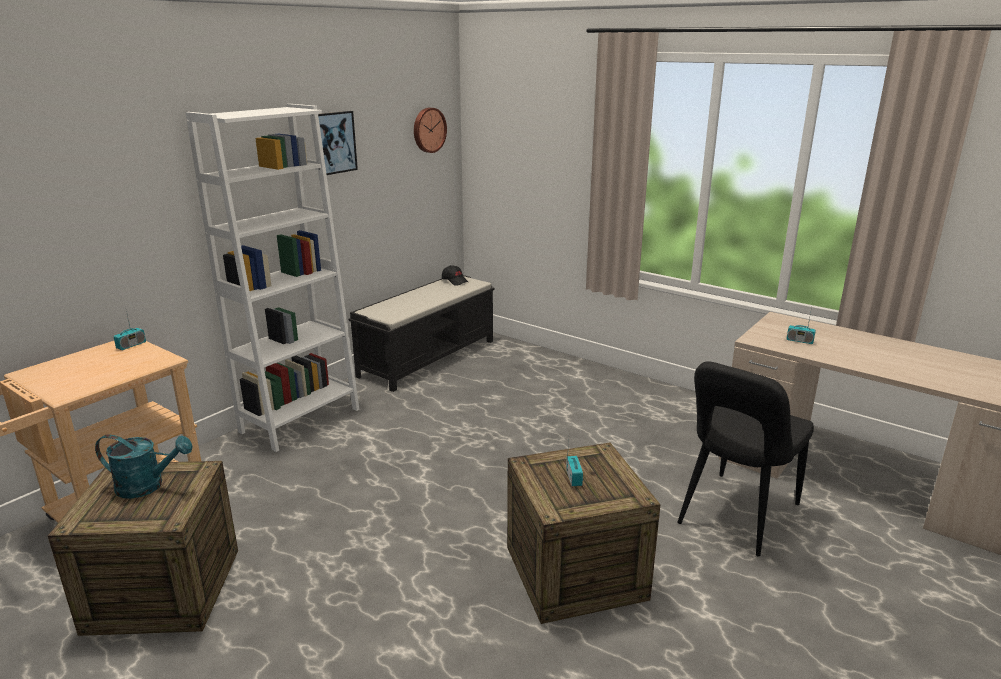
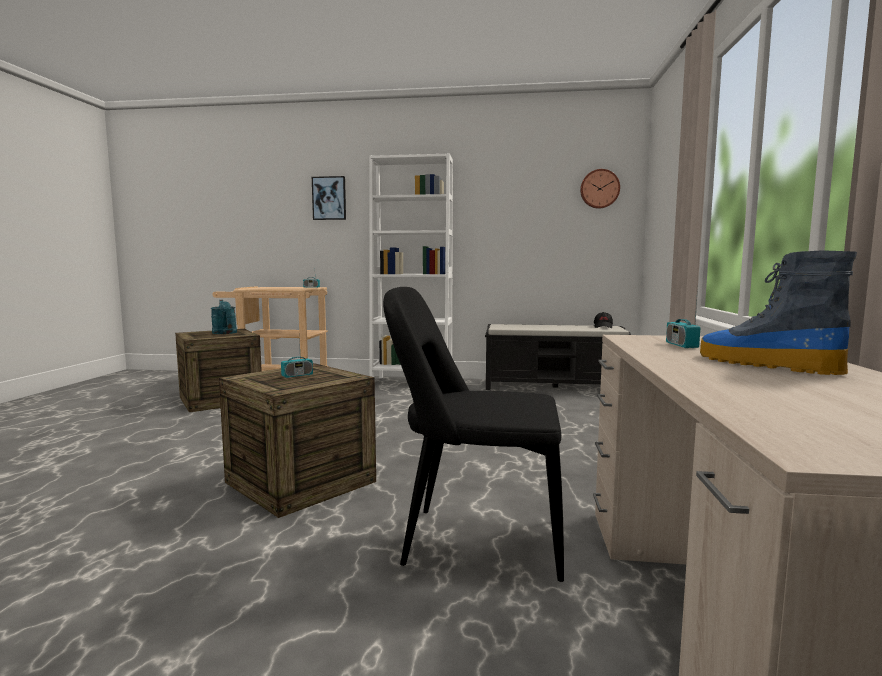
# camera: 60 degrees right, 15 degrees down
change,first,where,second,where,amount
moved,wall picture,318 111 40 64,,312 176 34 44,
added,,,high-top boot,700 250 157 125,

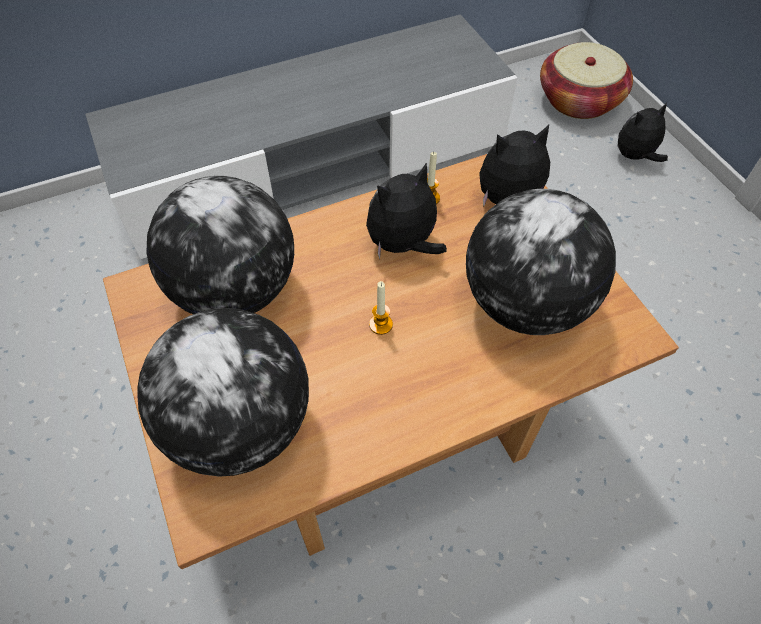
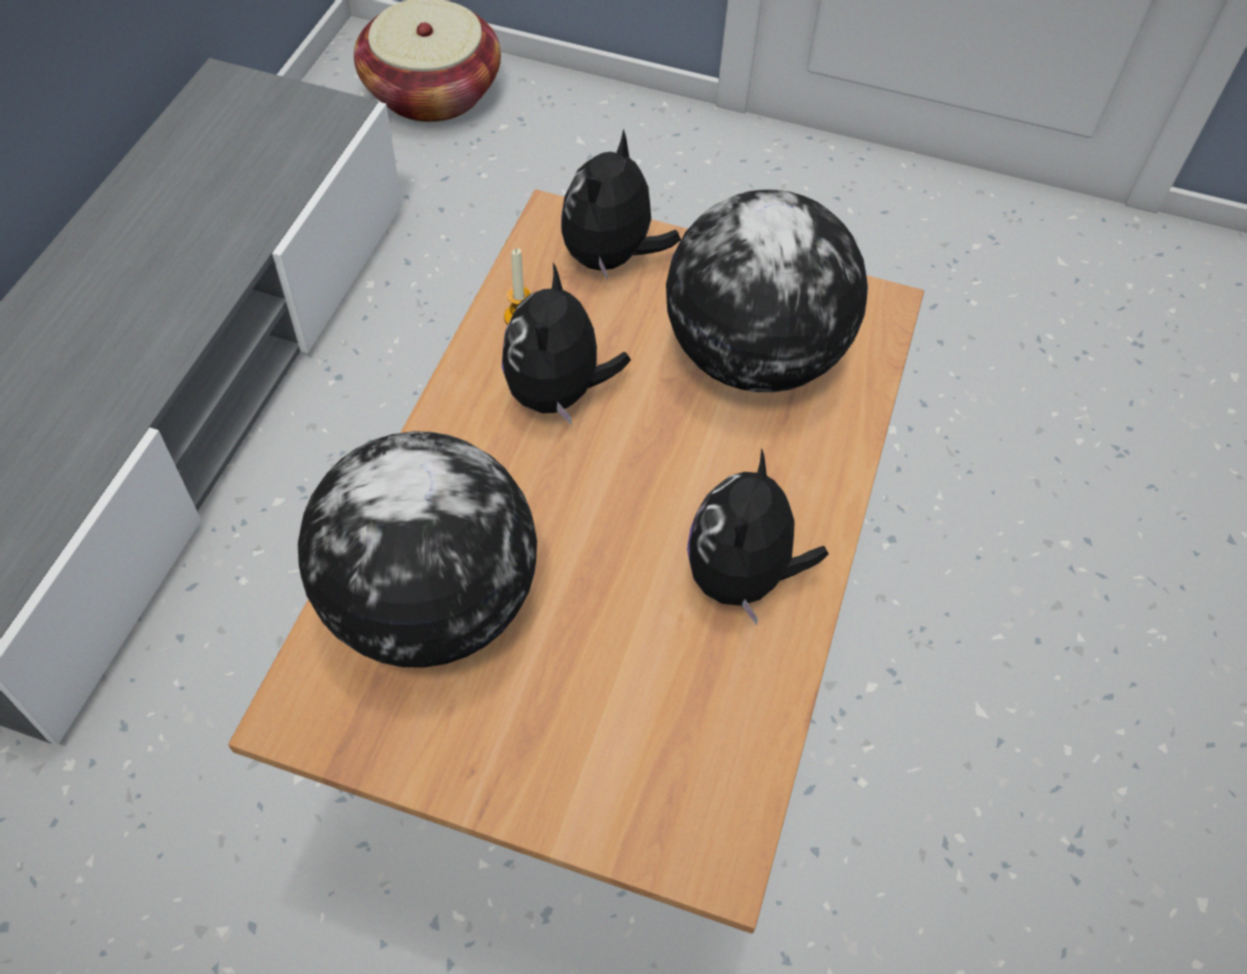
# camera: 50 degrees left, 0 degrees up
change,first,where,second,where,amount
moved,plush toy,618 102 50 60,,687 448 142 177,
removed,wax candle,369 281 24 54,,,
removed,globe,137 308 172 169,,,

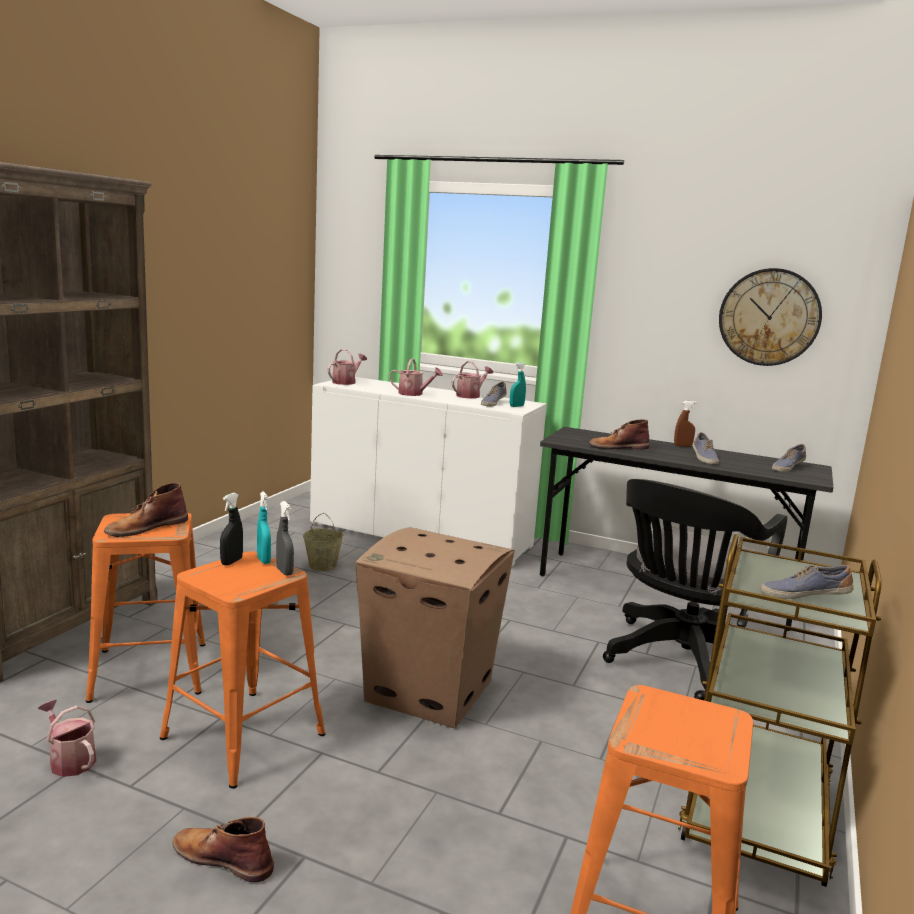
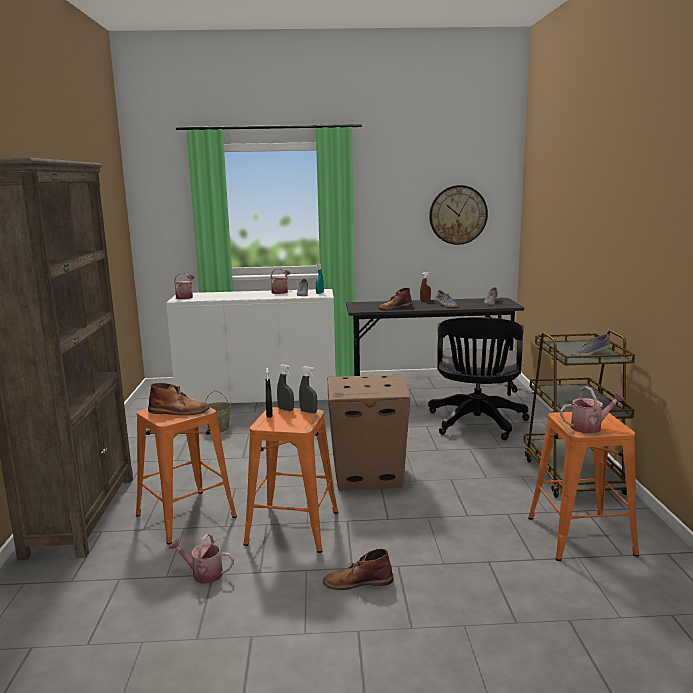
# camera: 25 degrees left, 0 degrees up
change,first,where,second,where,amount
moved,watering can,389 358 54 38,,560 386 65 48,
turned,brown-coloured high-top boot,104 483 84 54,,148 383 62 32,105 degrees counterclockwise
recoloured,turquoise hand sprayer,257 491 14 73,gray hand sprayer,277 364 17 47,

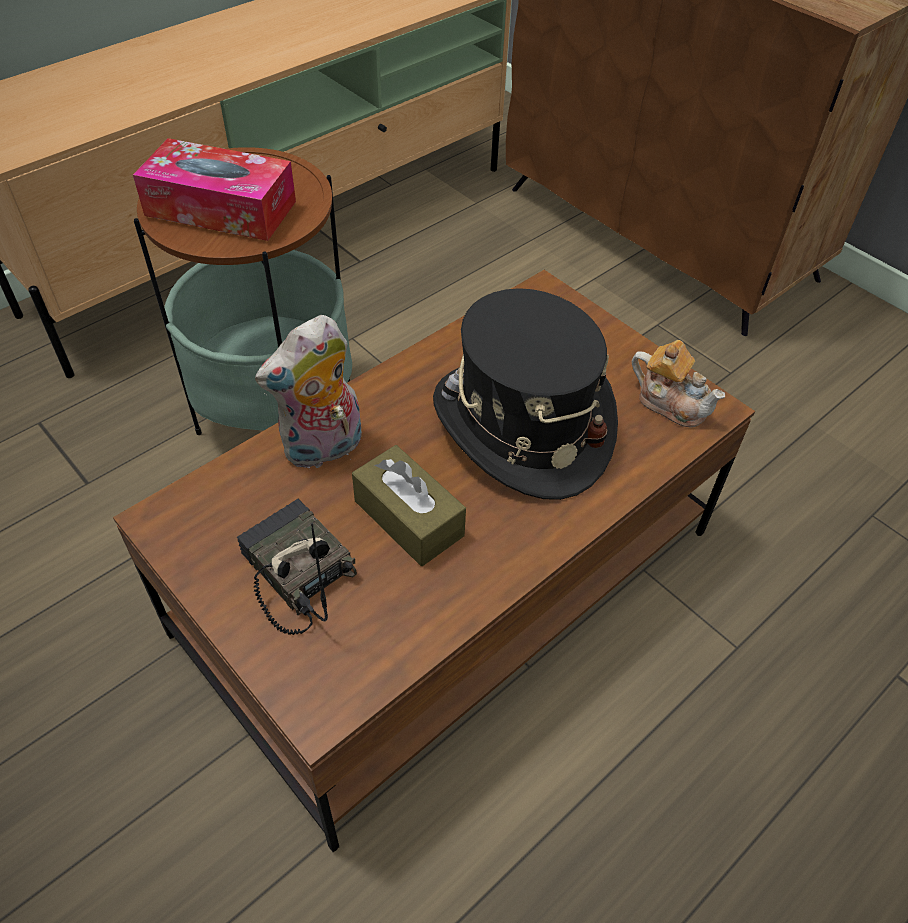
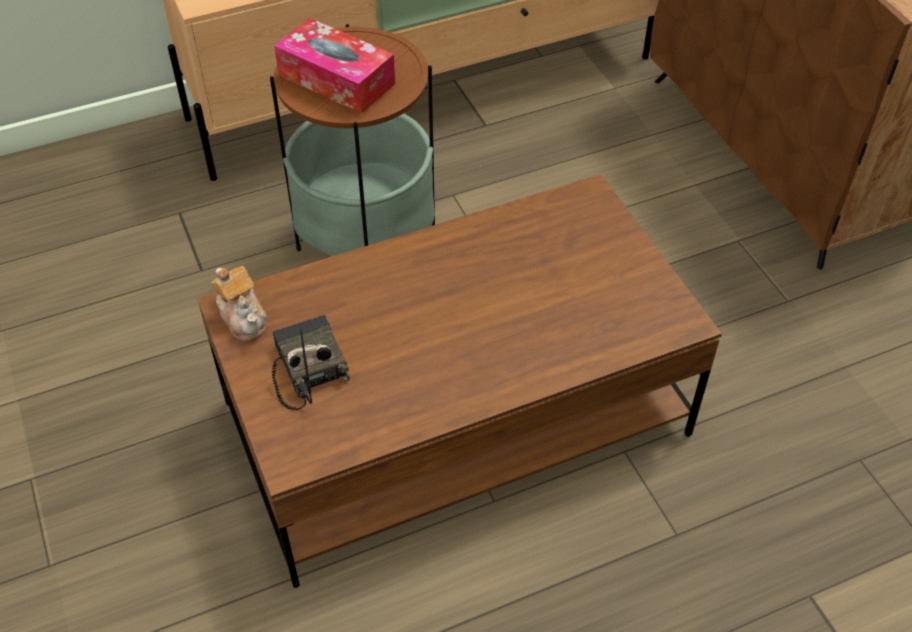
# camera: 20 degrees right, 0 degrees up
change,first,where,second,where,amount
removed,black wearable hat,433 288 185 212,,,
removed,plush toy,255 315 107 153,,,
moved,teapot,632 340 93 88,,211 266 56 75,
removed,brown-coloured tissue holder,352 445 114 121,,,

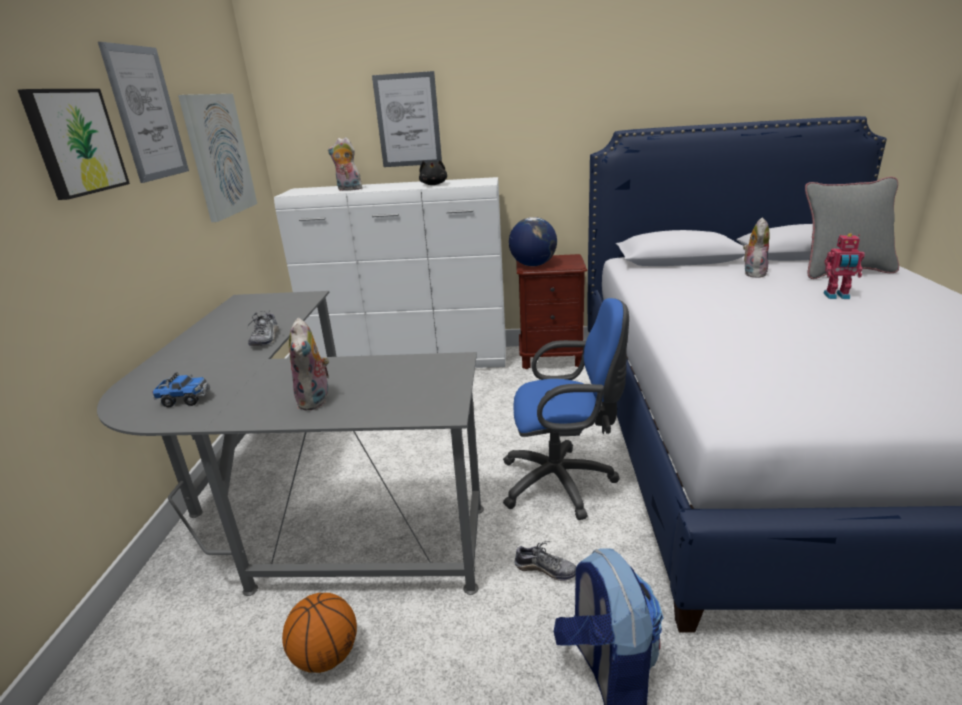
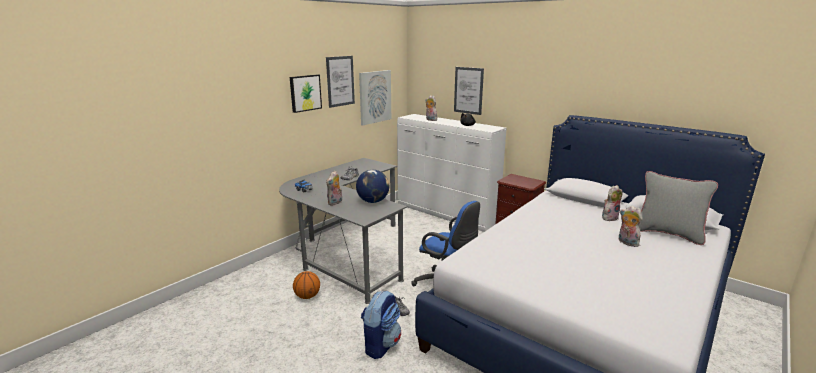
# camera: 35 degrees right, 5 degrees down
change,first,where,second,where,amount
moved,globe,509 217 48 49,,356 170 33 33,
replaced,robot figure,824 233 41 66,plush toy,619 206 23 41,

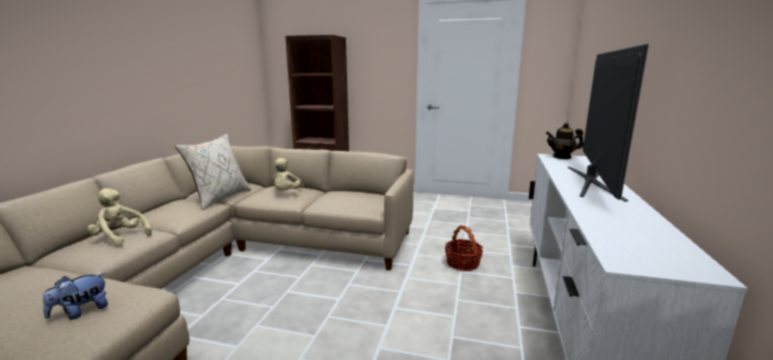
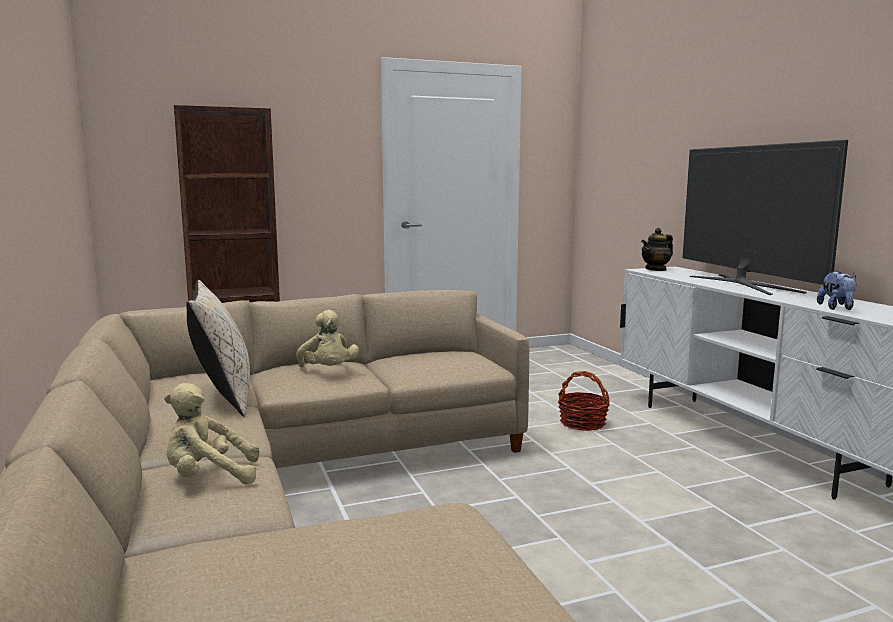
# camera: 35 degrees left, 5 degrees down
change,first,where,second,where,amount
moved,plush toy,43 273 65 47,,817 271 40 39,

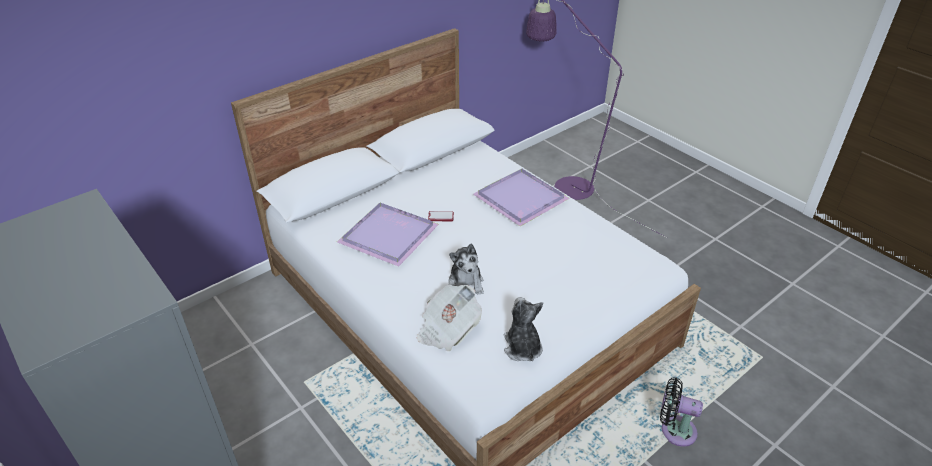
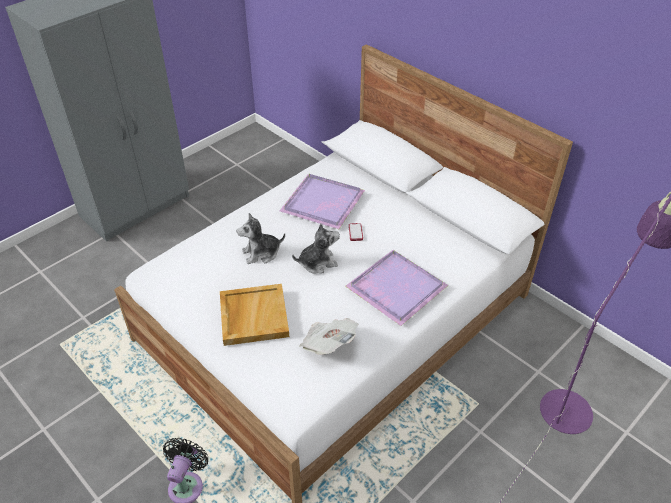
# camera: 85 degrees right, 5 degrees up
change,first,where,second,where,amount
moved,newspaper,417 285 65 66,,300 318 59 37,
moved,plush toy,504 297 39 64,,292 223 48 51,
added,,,beige-coloured serving tray,220 284 69 62,

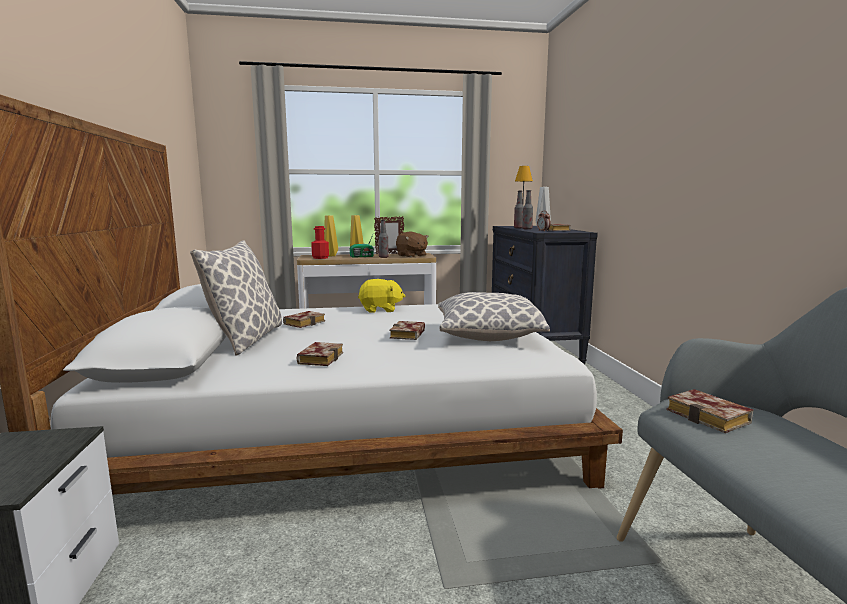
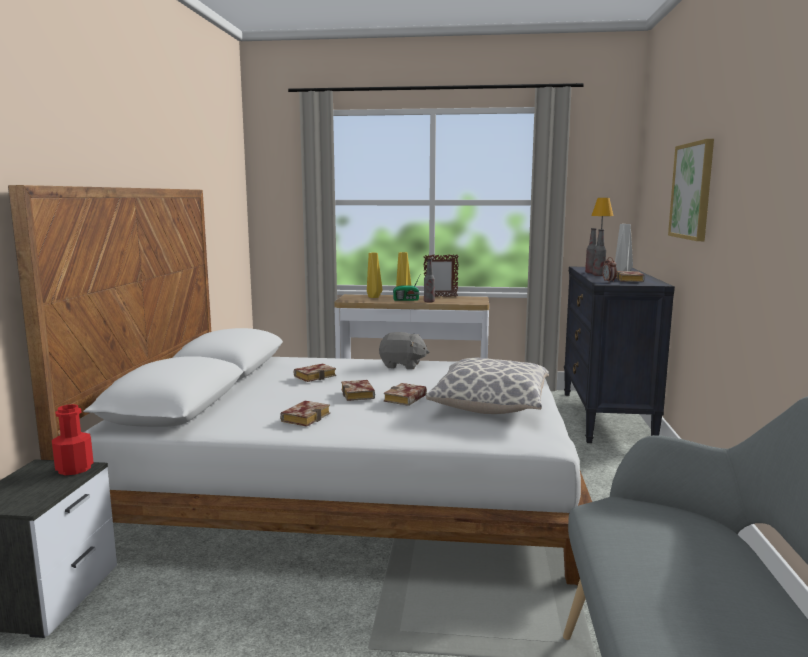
# camera: 15 degrees right, 0 degrees up
change,first,where,second,where,amount
moved,reddish bottle,311 226 18 33,,52 404 42 71,
removed,brown-coloured plush toy,396 232 33 25,,,
removed,throw pillow,190 241 92 115,,,
recoloured,yellow plush toy,358 279 47 34,gray plush toy,379 332 50 37,
moved,volume,666 389 87 44,,341 380 34 21,
added,,,wall picture,668 139 46 102,

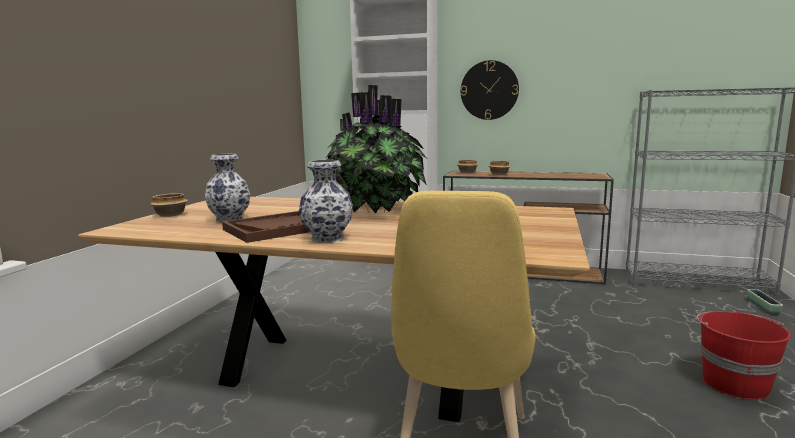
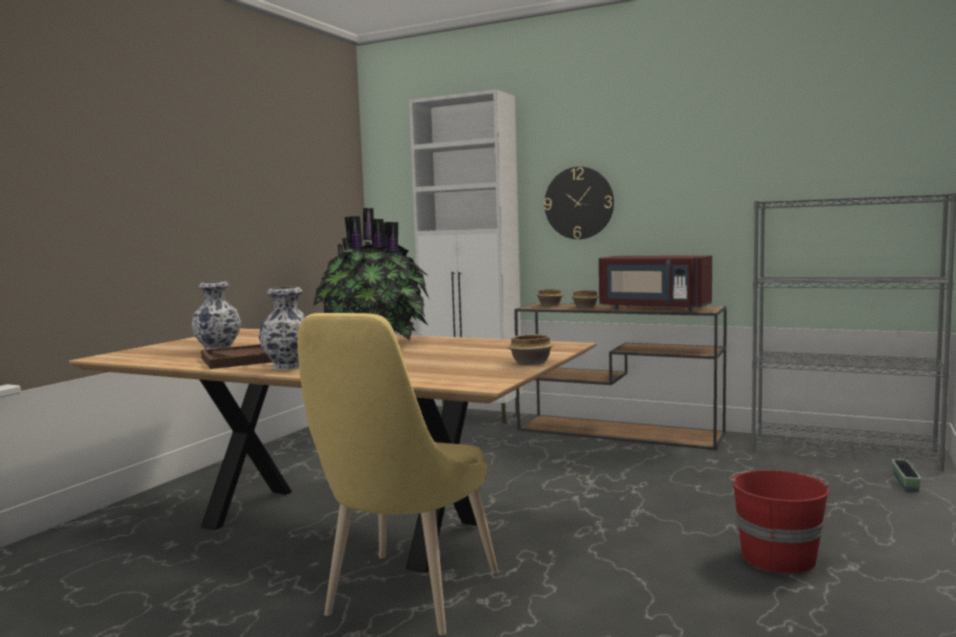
# camera: 10 degrees right, 5 degrees down
change,first,where,second,where,amount
moved,serving bowl,150 193 38 24,,508 334 46 31,
added,,,reddish kitchen microwave,599 255 113 56,

